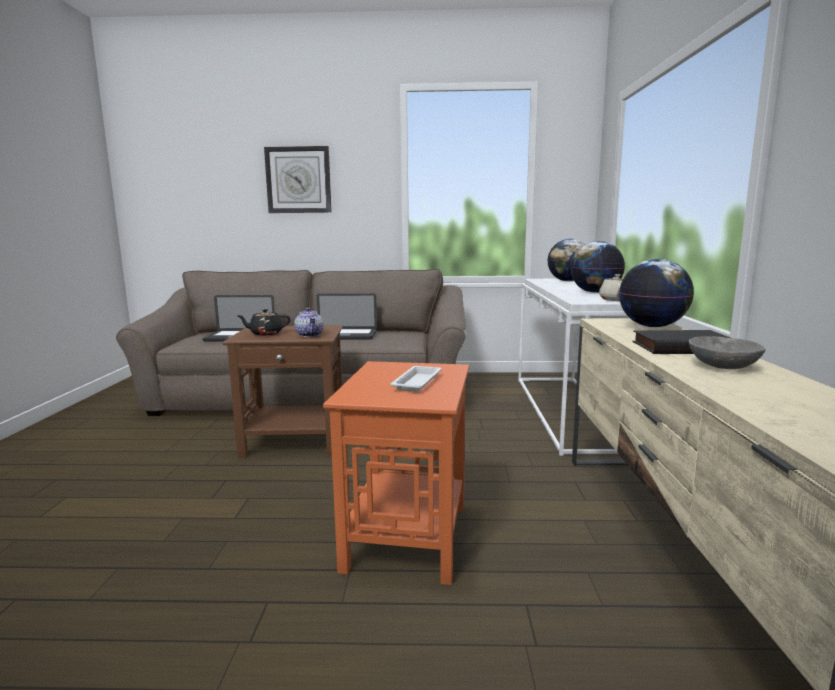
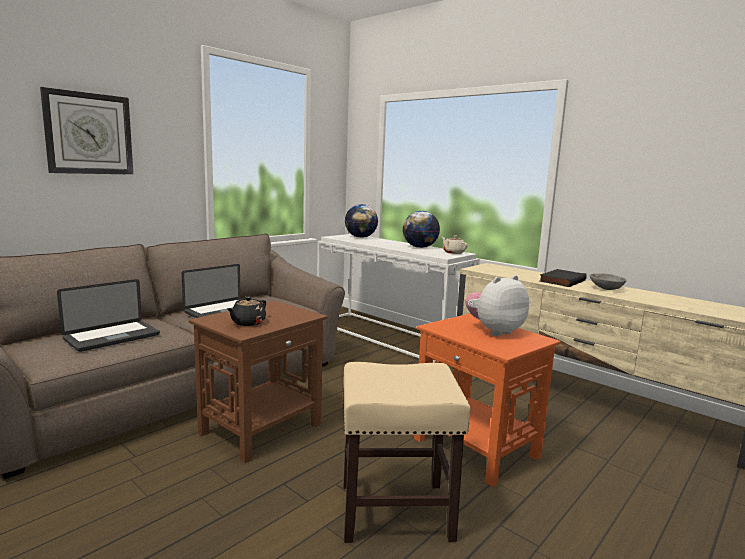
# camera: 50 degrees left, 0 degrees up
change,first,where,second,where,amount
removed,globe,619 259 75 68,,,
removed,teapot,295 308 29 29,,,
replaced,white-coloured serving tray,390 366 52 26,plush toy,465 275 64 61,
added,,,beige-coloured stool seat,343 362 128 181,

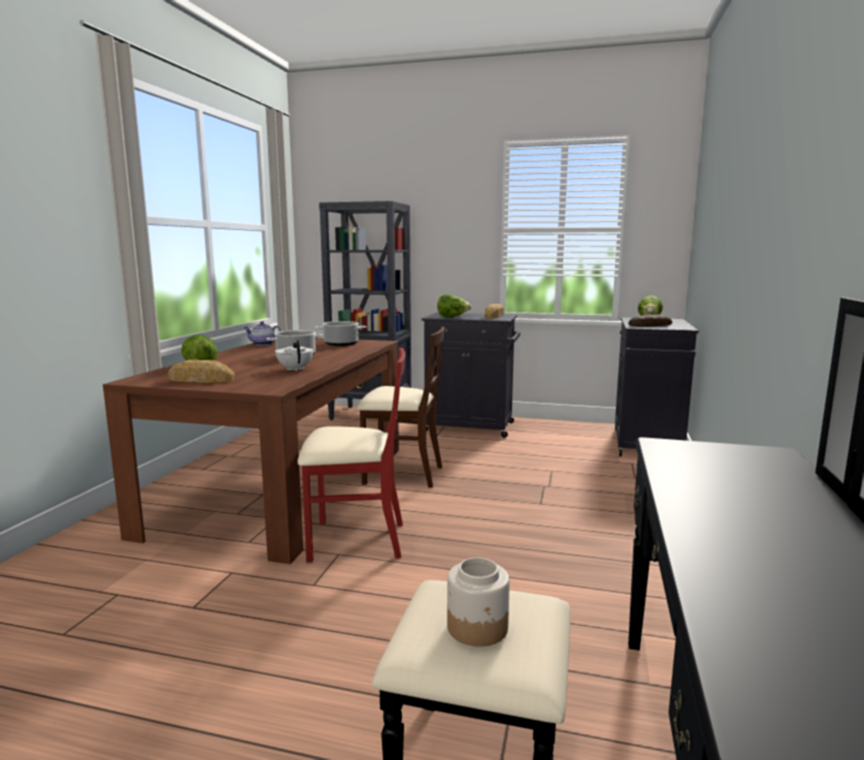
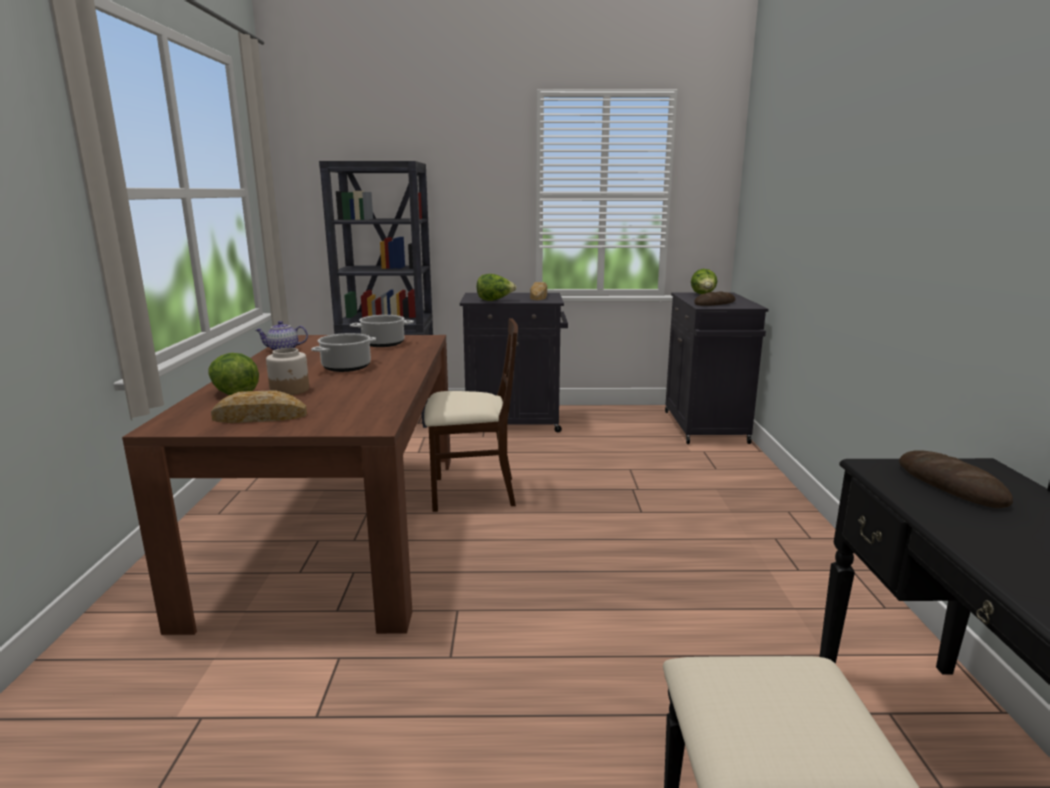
# camera: 15 degrees left, 5 degrees up
change,first,where,second,where,amount
removed,white-coloured teapot,275 340 38 31,,,
removed,reddish plain chair,298 348 107 215,,,
moved,preserve jar,447 557 63 90,,266 348 43 47,
added,,,bread,899 450 114 58,

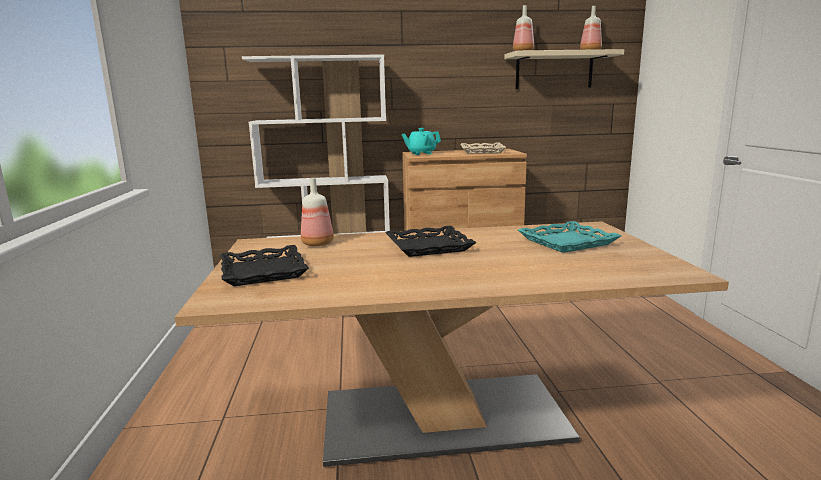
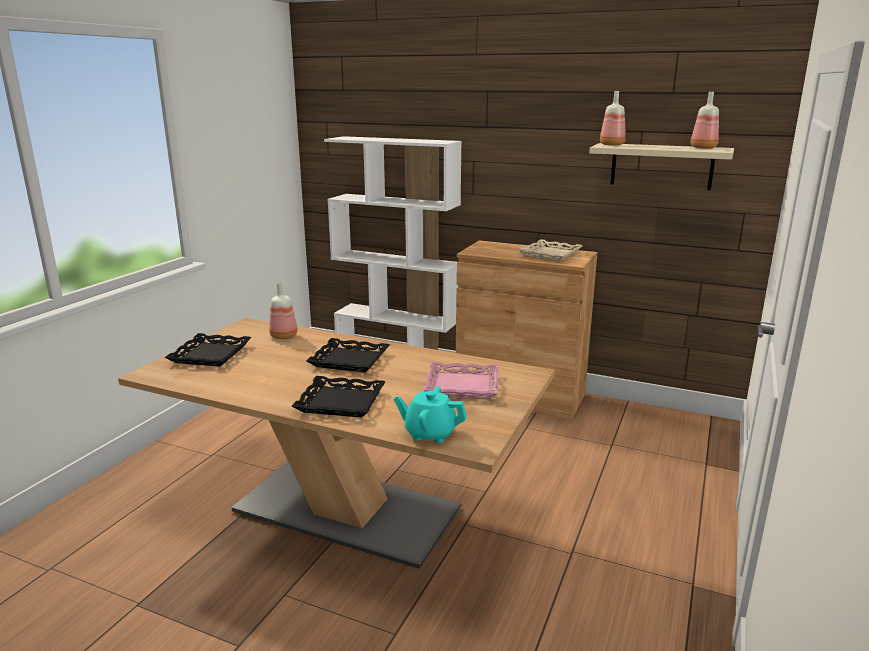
# camera: 30 degrees right, 5 degrees up
change,first,where,second,where,amount
moved,turquoise teapot,401 128 40 27,,394 386 73 57,
recoloured,turquoise serving tray,518 221 103 32,pink-coloured serving tray,423 362 76 37,
added,,,black serving tray,291 376 95 41,

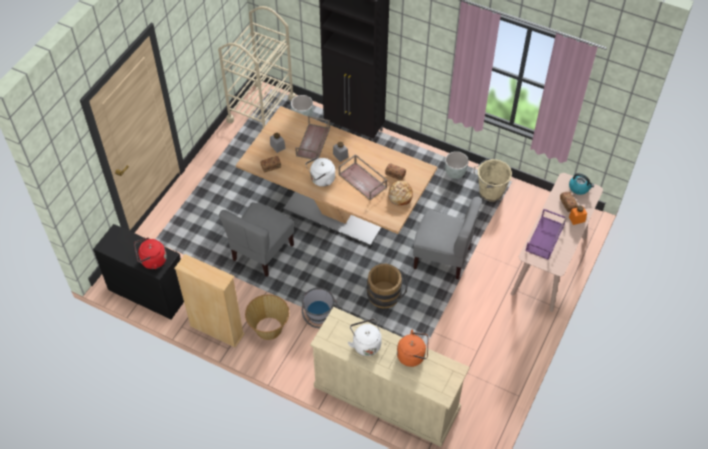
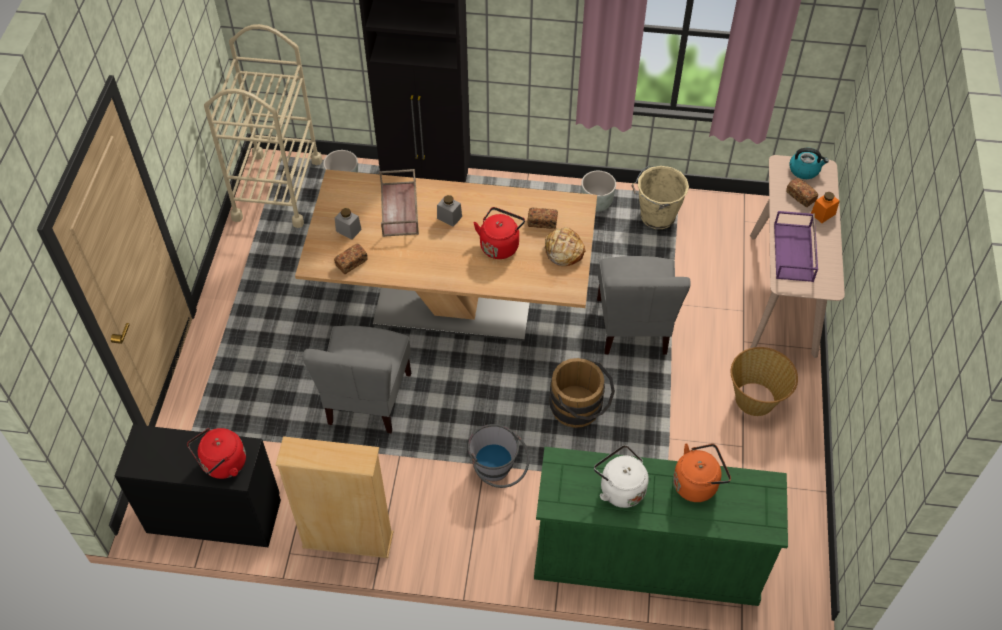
# camera: 20 degrees left, 0 degrees up
change,first,where,second,where,amount
replaced,brown-coloured serving tray,339 154 48 46,reddish tea kettle,474 207 51 52,
removed,white-coloured tea kettle,305 157 30 30,,,
turned,gray plain chair,413 197 69 83,,597 256 93 98,90 degrees clockwise
moved,household basket,245 294 44 46,,731 347 67 69,
recoloured,beige-coloured chest of drawers,310 307 160 140,green chest of drawers,534 447 254 159,

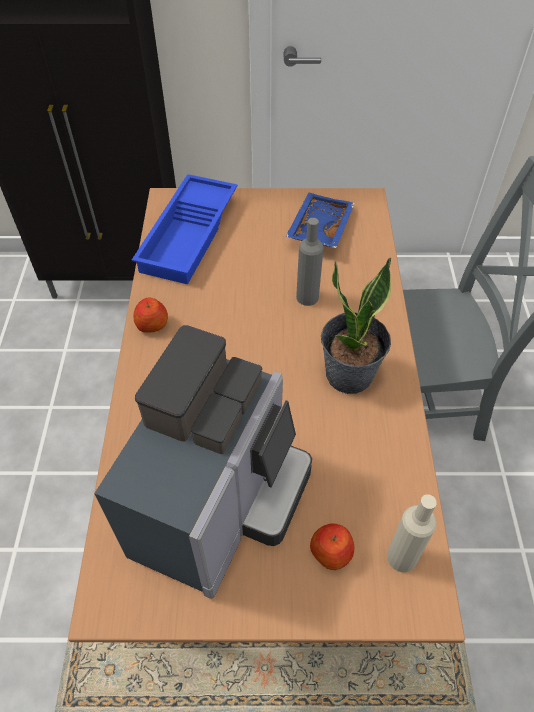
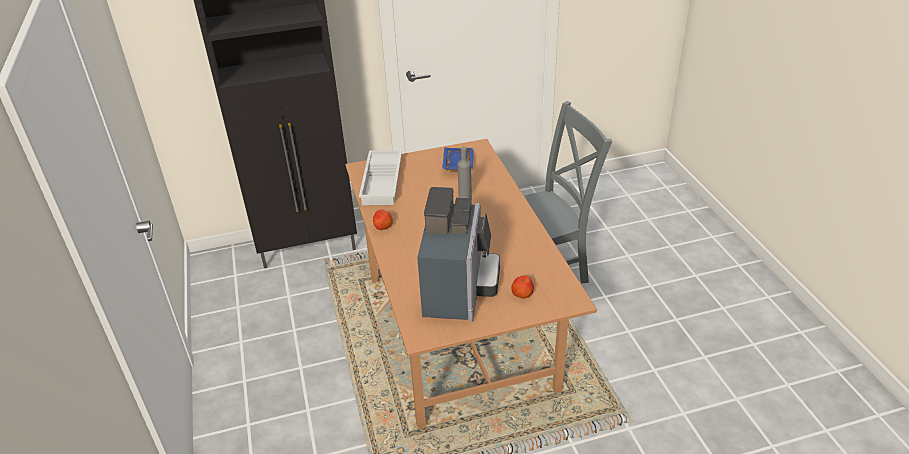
# camera: 15 degrees left, 15 degrees down
change,first,where,second,where,amount
recoloured,bluish serving tray,132 174 106 110,white-coloured serving tray,359 150 43 55,
removed,plant in a pot,321 257 70 137,,,
removed,beige-coloured bottle,387 494 50 79,,,

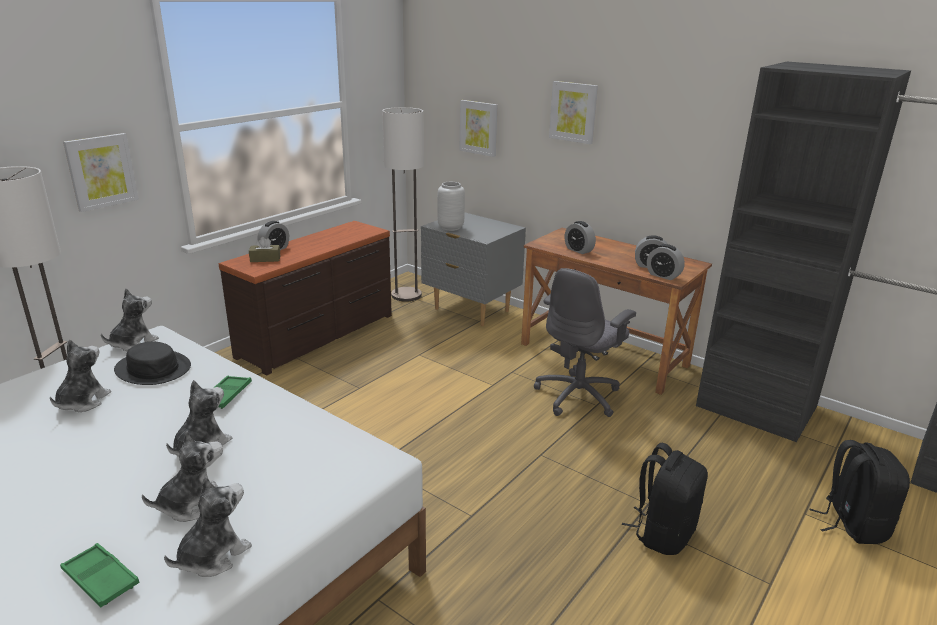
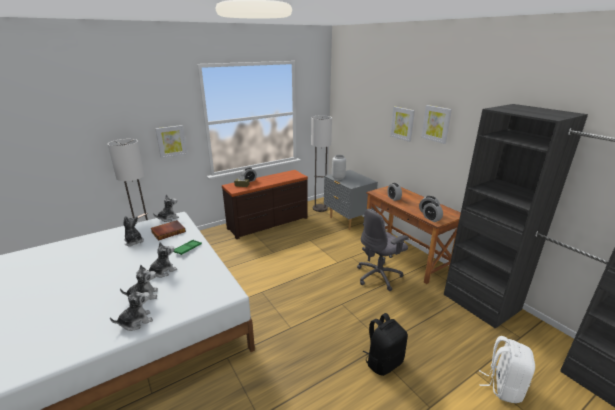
# camera: 20 degrees right, 0 degrees up
change,first,where,second,where,amount
moved,wall picture,460 100 38 57,,421 105 31 39,
turned,plush toy,50 339 61 73,,123 216 21 30,75 degrees counterclockwise
replaced,black wearable hat,114 342 77 43,volume,151 220 35 21,
recoloured,black backpack,809 440 101 104,white-coloured backpack,479 336 56 67,
removed,green serving tray,60 543 80 64,,,

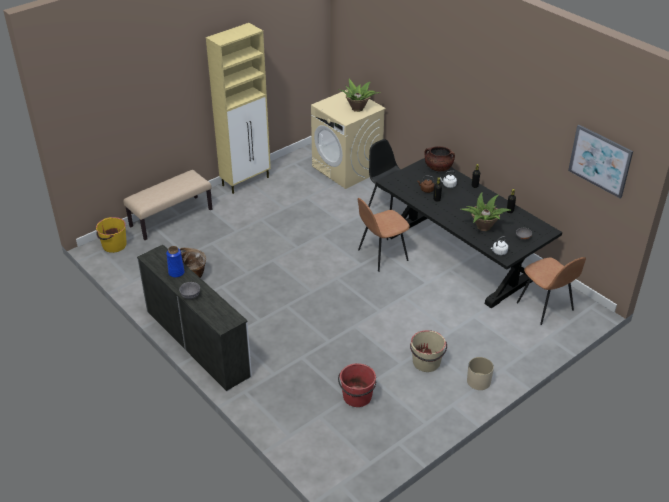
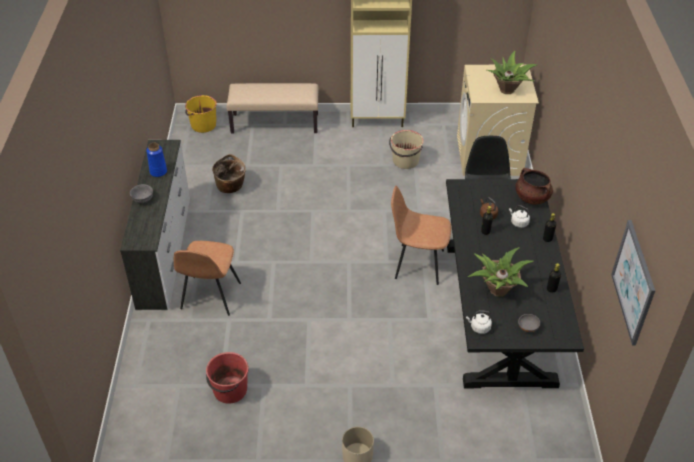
# camera: 40 degrees right, 5 degrees up
change,first,where,second,where,amount
moved,brown-coloured plain chair,517 257 69 68,,174 241 67 75,
moved,beige-coloured pail,410 330 37 42,,389 130 35 39,

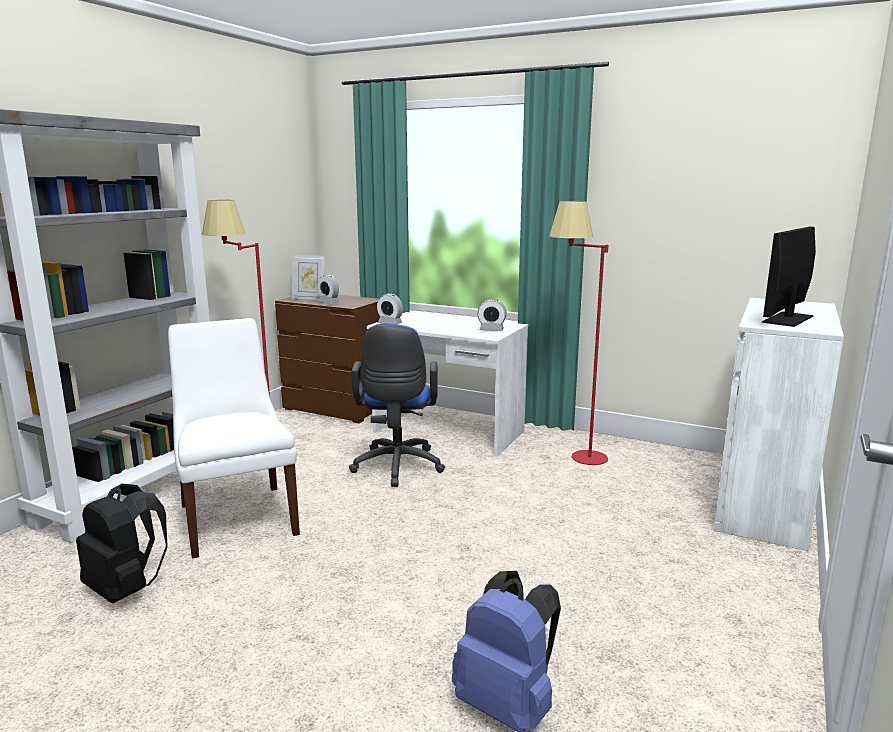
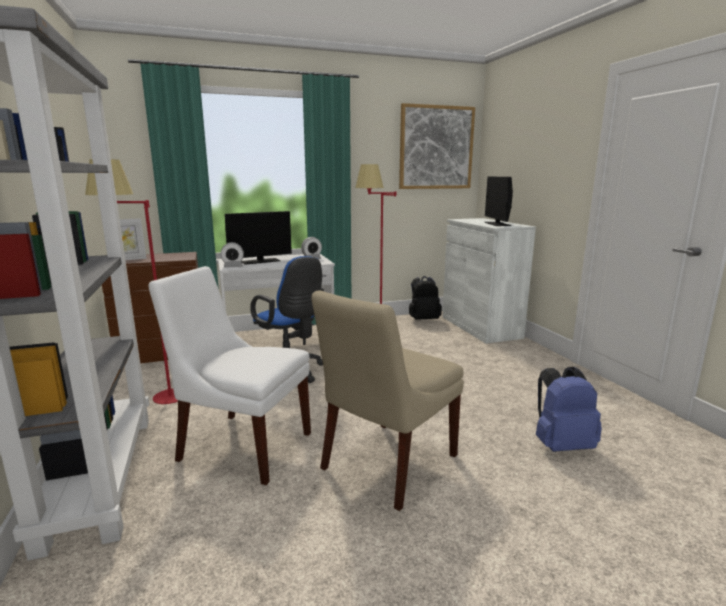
# camera: 45 degrees left, 0 degrees up
change,first,where,second,where,amount
removed,alarm clock,317 275 23 29,,,
moved,black backpack,76 484 92 119,,409 276 33 44,
added,,,wall picture,399 103 76 86,
added,,,computer screen,225 211 67 54,
added,,,beige-coloured plain chair,311 290 153 221,

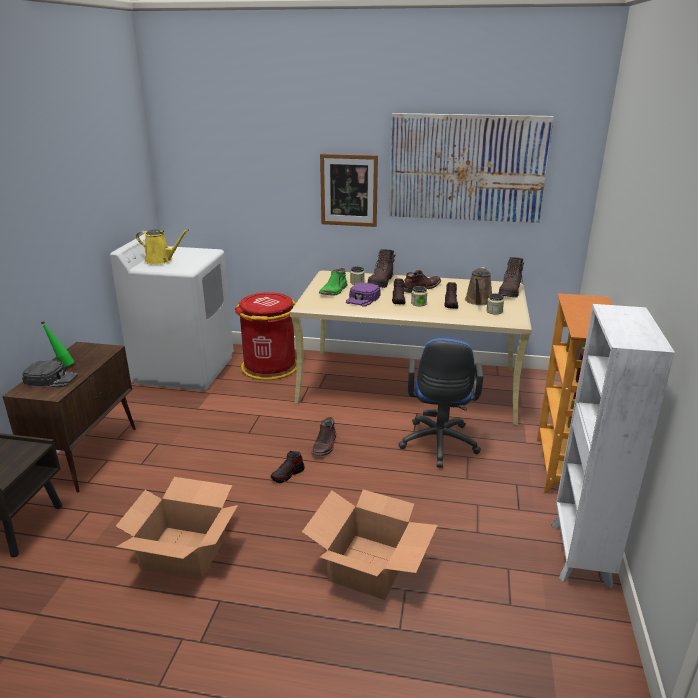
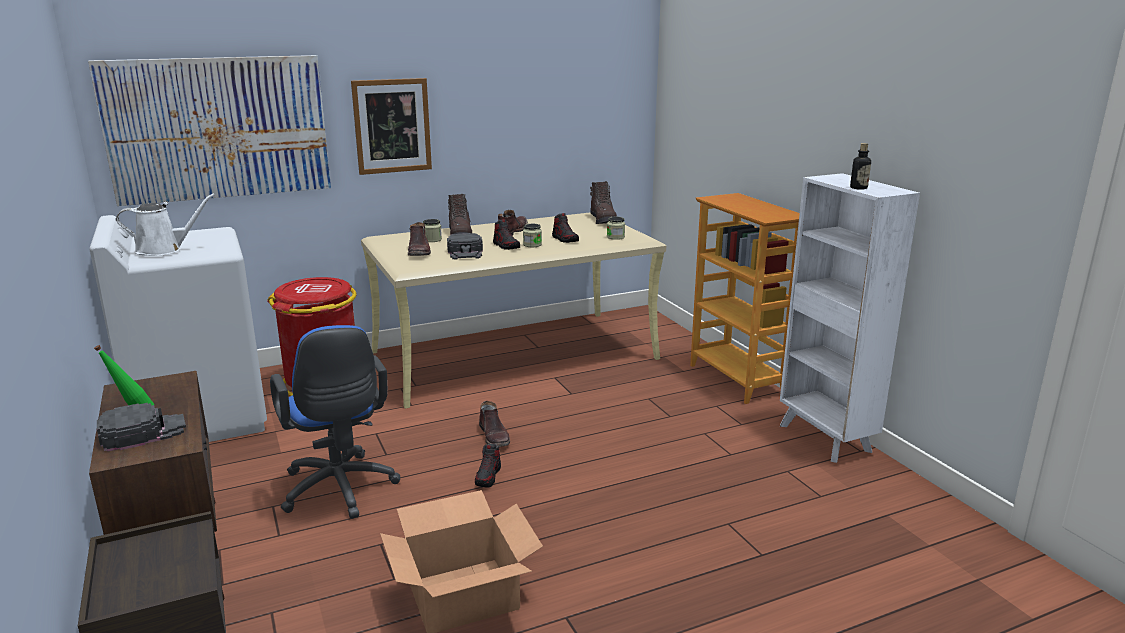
# camera: 35 degrees left, 5 degrees down
change,first,where,second,where,amount
moved,wall picture,389 113 165 110,,88 55 243 151,
recoloured,yellow watering can,136 229 53 36,white-coloured watering can,116 194 98 62,
removed,brown-coloured watering can,465 267 27 38,,,
recoloured,green high-top boot,319 268 29 28,brown-coloured high-top boot,408 222 23 34,
recoloured,purple peaked cap,346 283 35 24,black peaked cap,447 233 36 27,
moved,bluish computer chair,398 338 85 130,,270 325 130 194,
removed,cardboard box,302 490 136 110,,,
added,,,bottle,850 143 21 47,

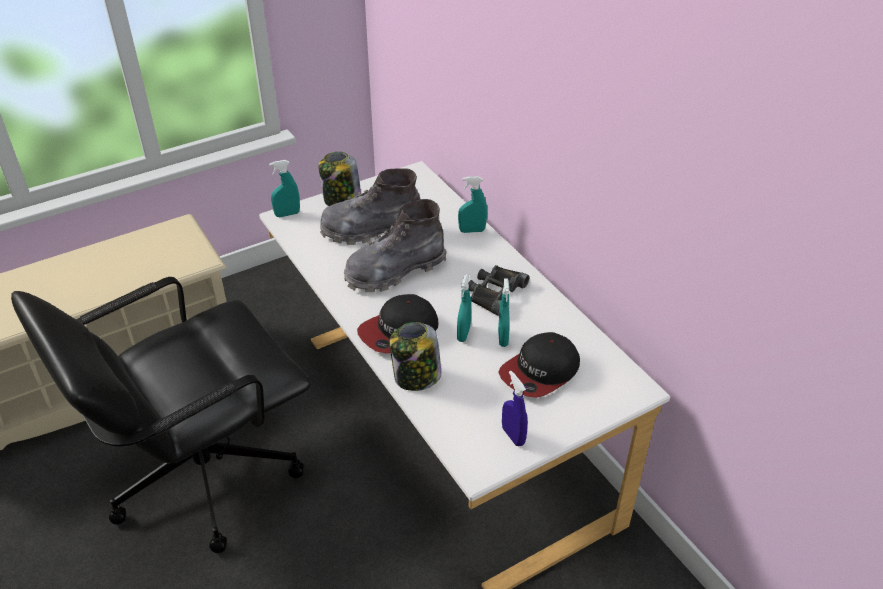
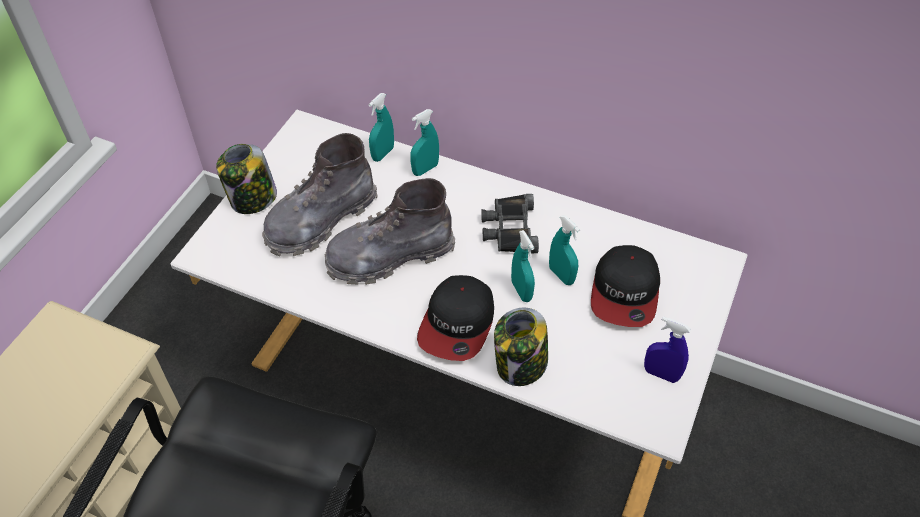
# camera: 35 degrees left, 10 degrees up
change,first,where,second,where,amount
moved,turquoise hand sprayer,269 160 31 57,,369 93 25 69,
turned,gray high-top boot,344 199 103 93,,325 178 130 107,45 degrees clockwise

